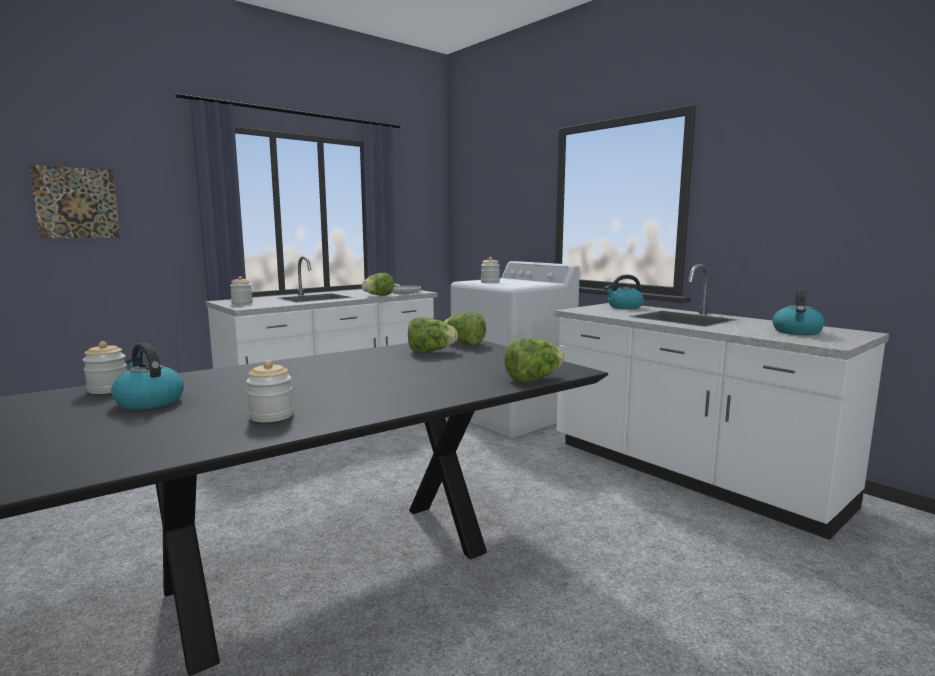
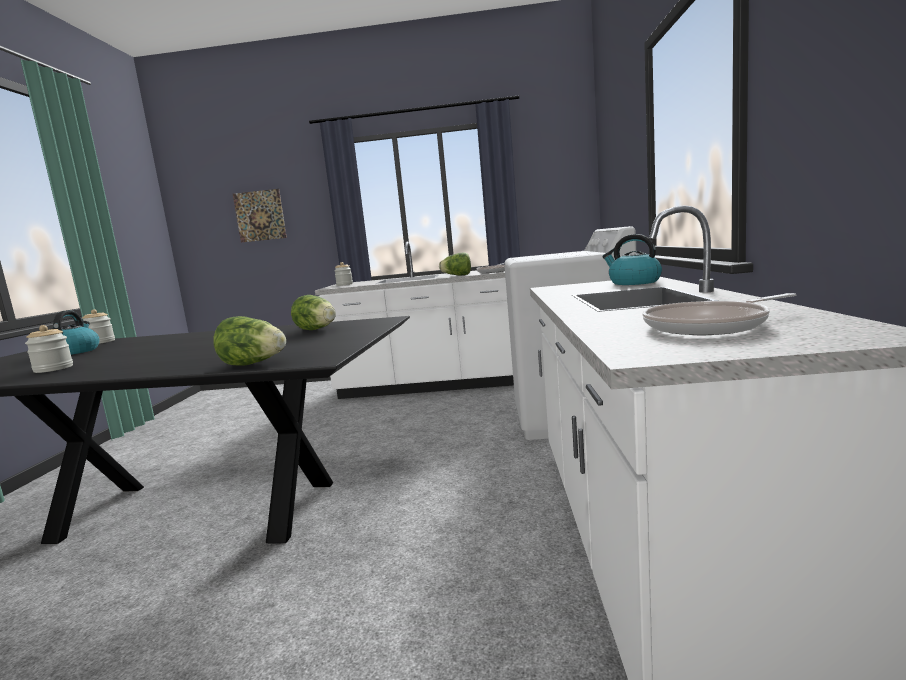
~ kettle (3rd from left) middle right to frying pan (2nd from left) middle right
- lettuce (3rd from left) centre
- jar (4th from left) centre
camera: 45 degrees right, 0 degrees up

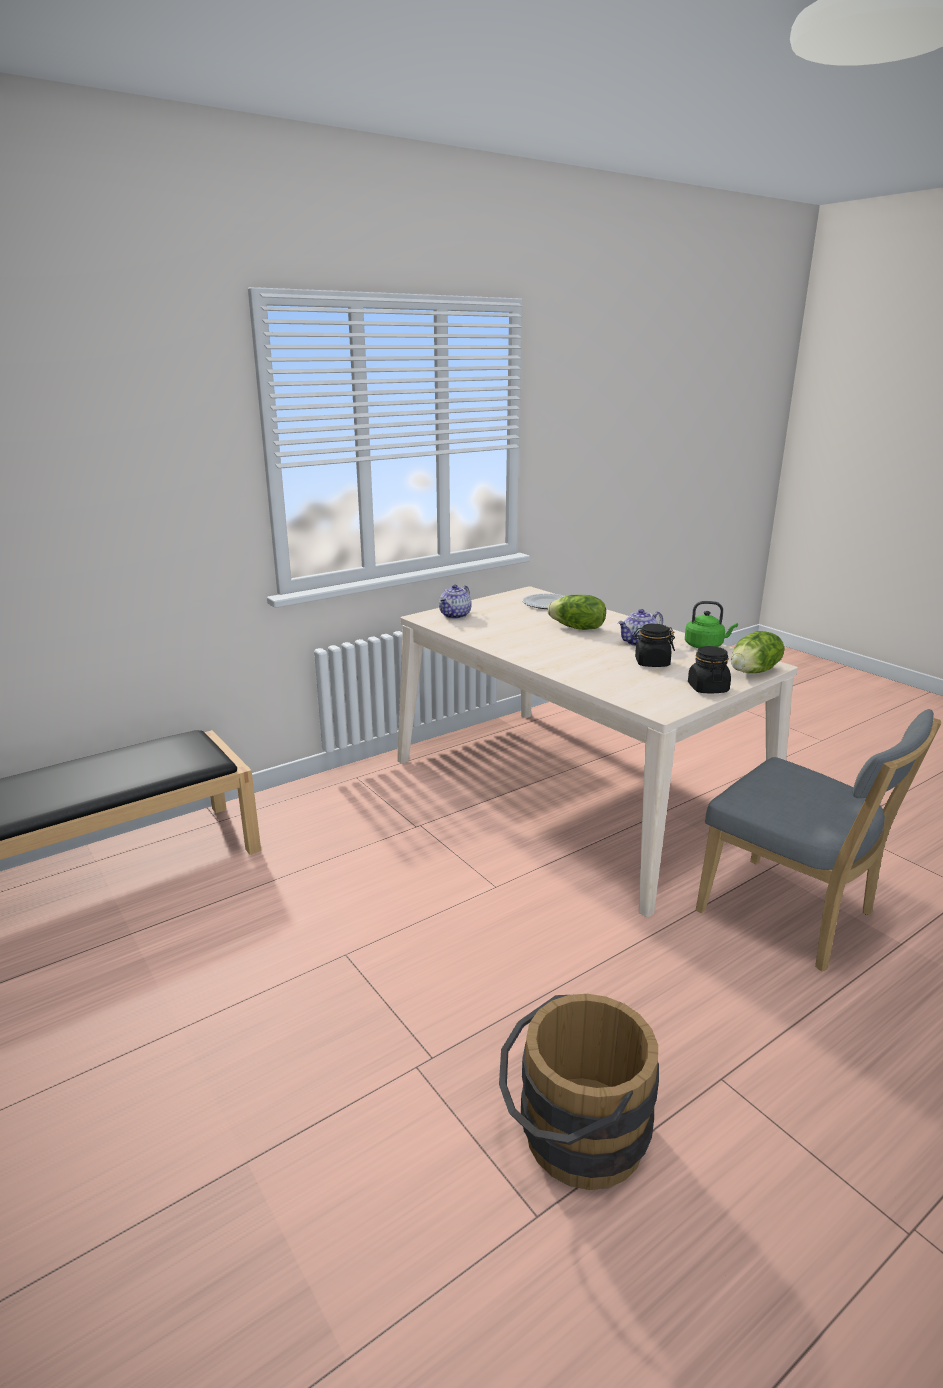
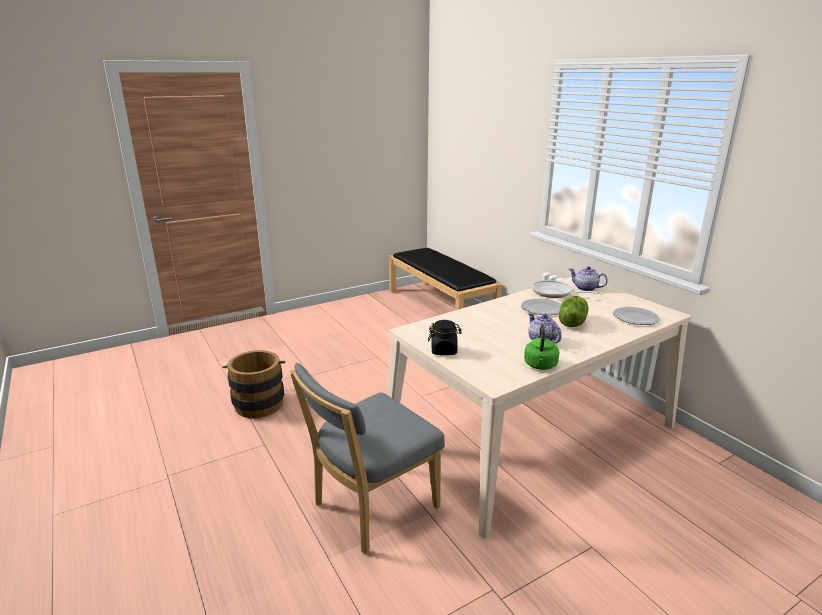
+ plate (1st from left) centre
+ frying pan middle right
- black jar (1st from left) middle right
- lettuce (2nd from left) middle right
camera: 95 degrees right, 0 degrees up

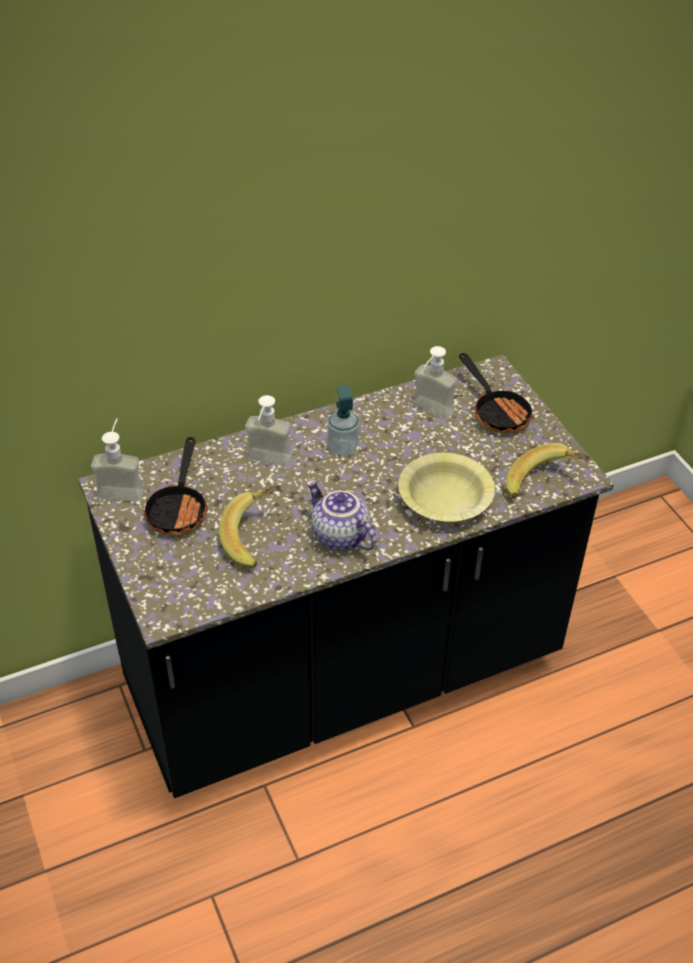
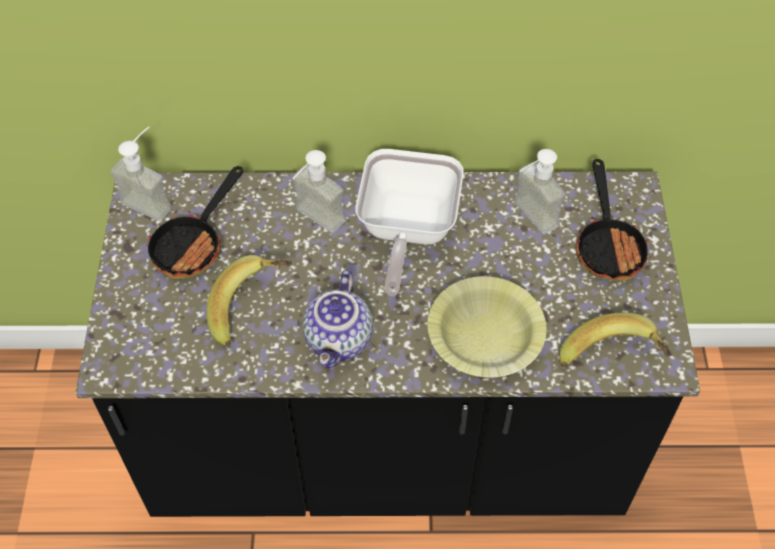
~ teapot centre = centre 150 degrees counterclockwise
~ soap dispenser (3rd from left) centre to frying pan (2nd from left) centre
camera: 25 degrees right, 10 degrees up

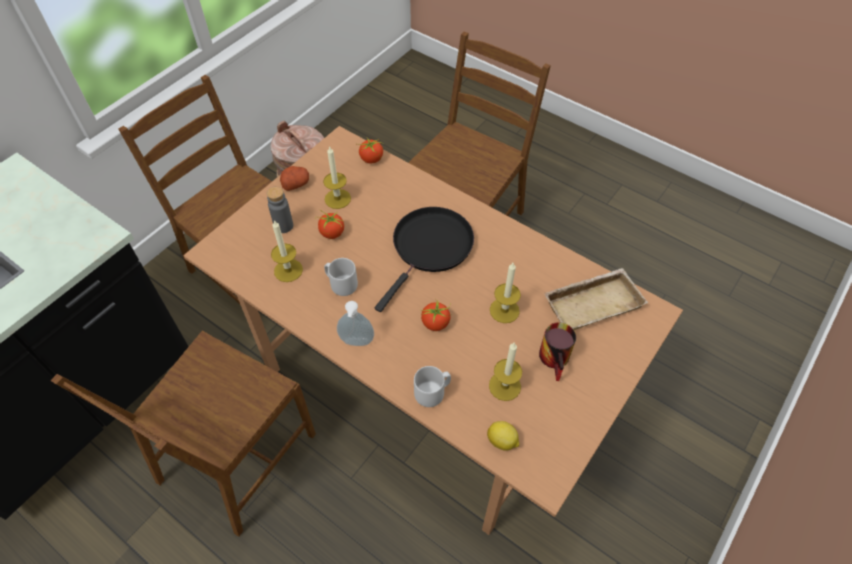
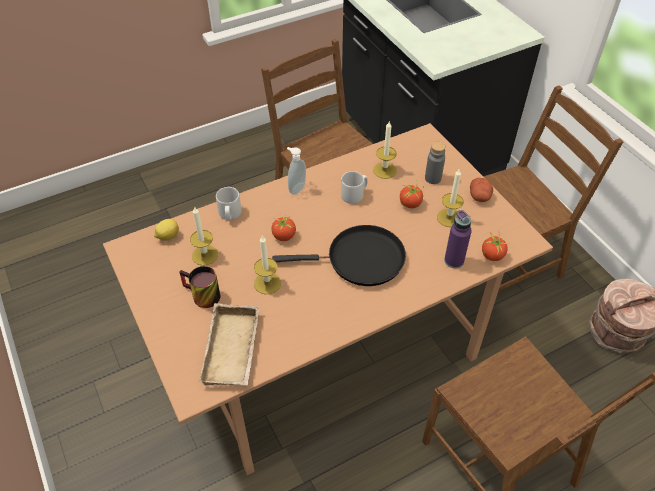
~ black frying pan centre = centre 60 degrees counterclockwise
+ purple bottle middle right
camera: 115 degrees right, 5 degrees down

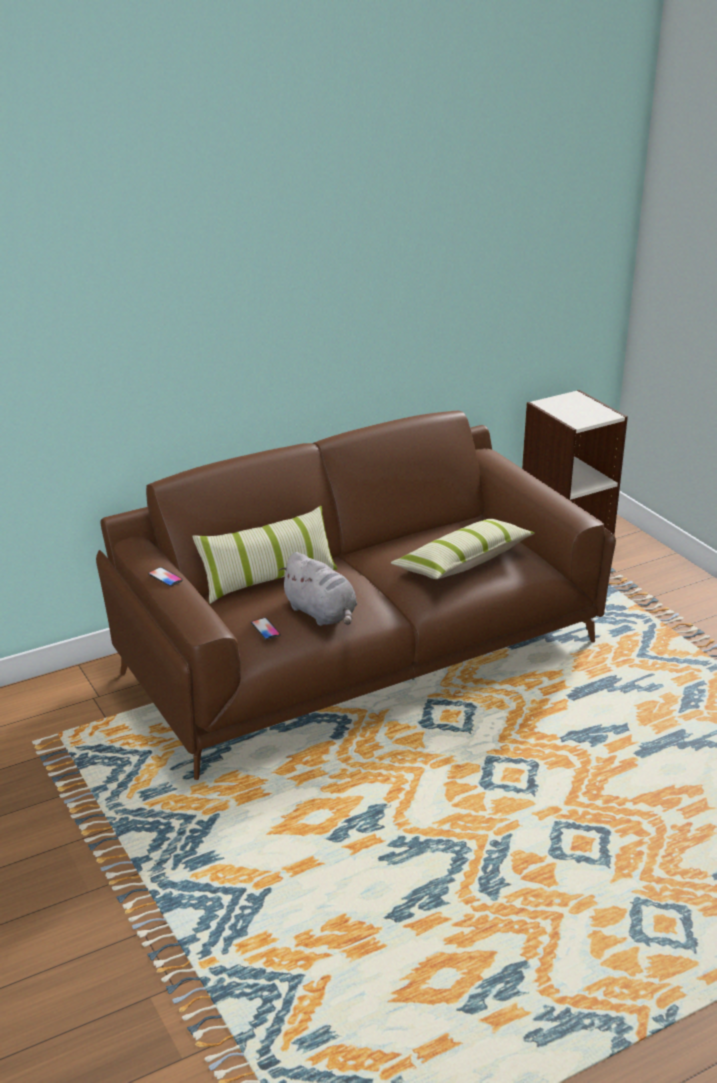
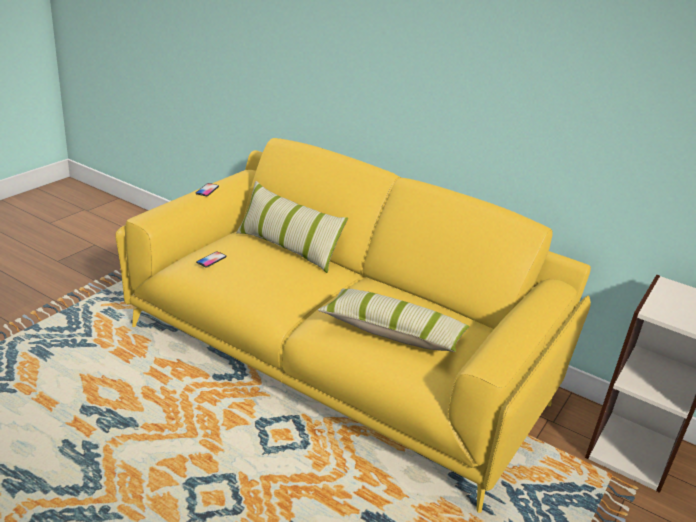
~ brown sofa centre to yellow sofa centre
- grey plush toy centre
camera: 60 degrees right, 0 degrees up

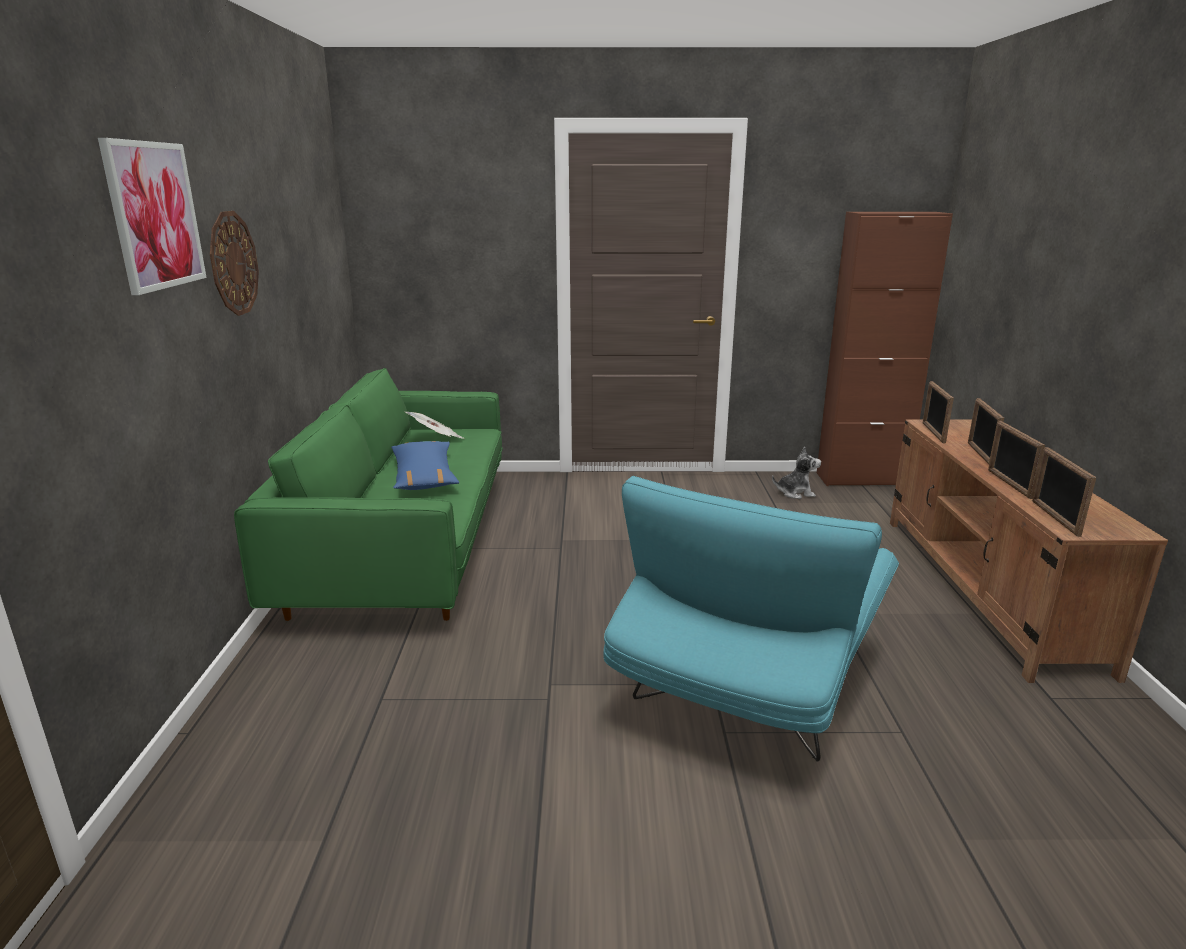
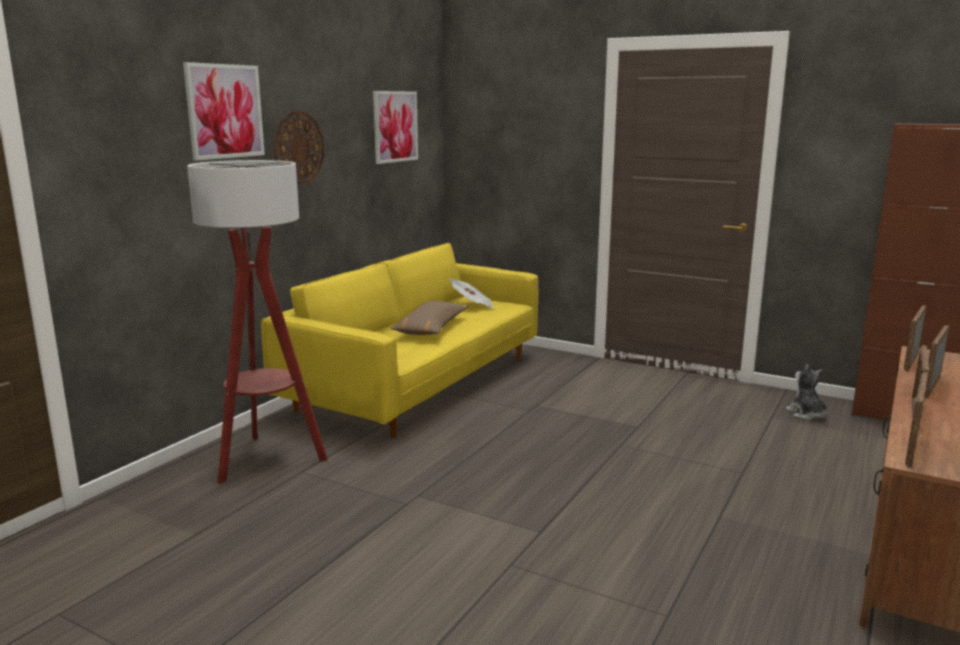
+ floor lamp middle left
~ green sofa middle left to yellow sofa centre
+ picture (2nd from left) top centre
~ blue pillow centre to brown pillow centre
~ plush toy middle right = middle right 135 degrees counterclockwise
- turquoise armchair centre
camera: 30 degrees right, 5 degrees down

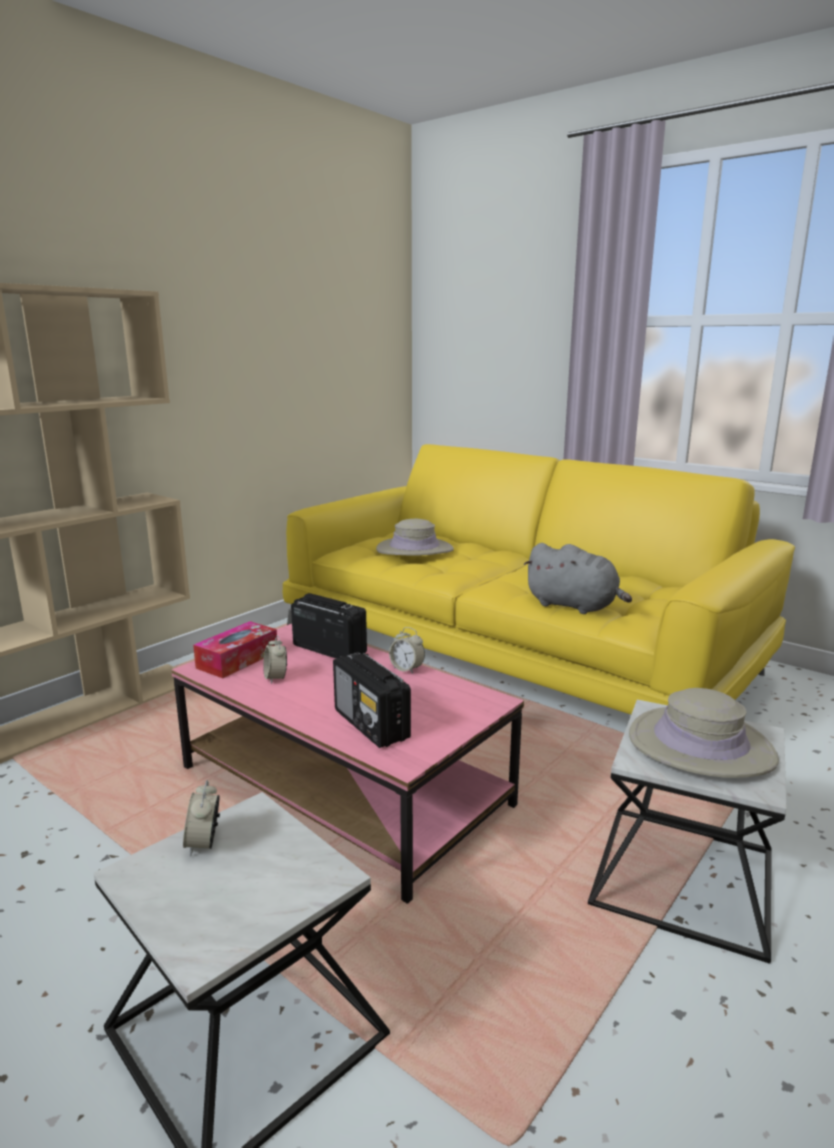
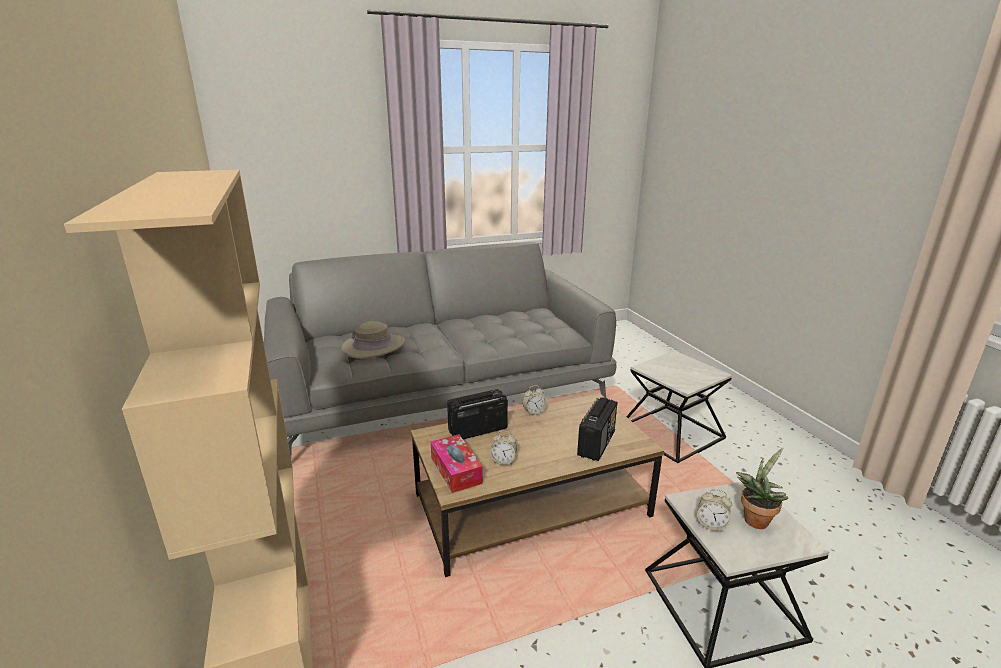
~ yellow sofa centre to grey sofa centre
~ pink coffee table centre to brown coffee table bottom centre
~ radio (2nd from left) centre = centre 60 degrees counterclockwise
+ potted plant bottom right
- grey plush toy middle right
- beige hat (2nd from left) middle right
camera: 60 degrees left, 5 degrees up

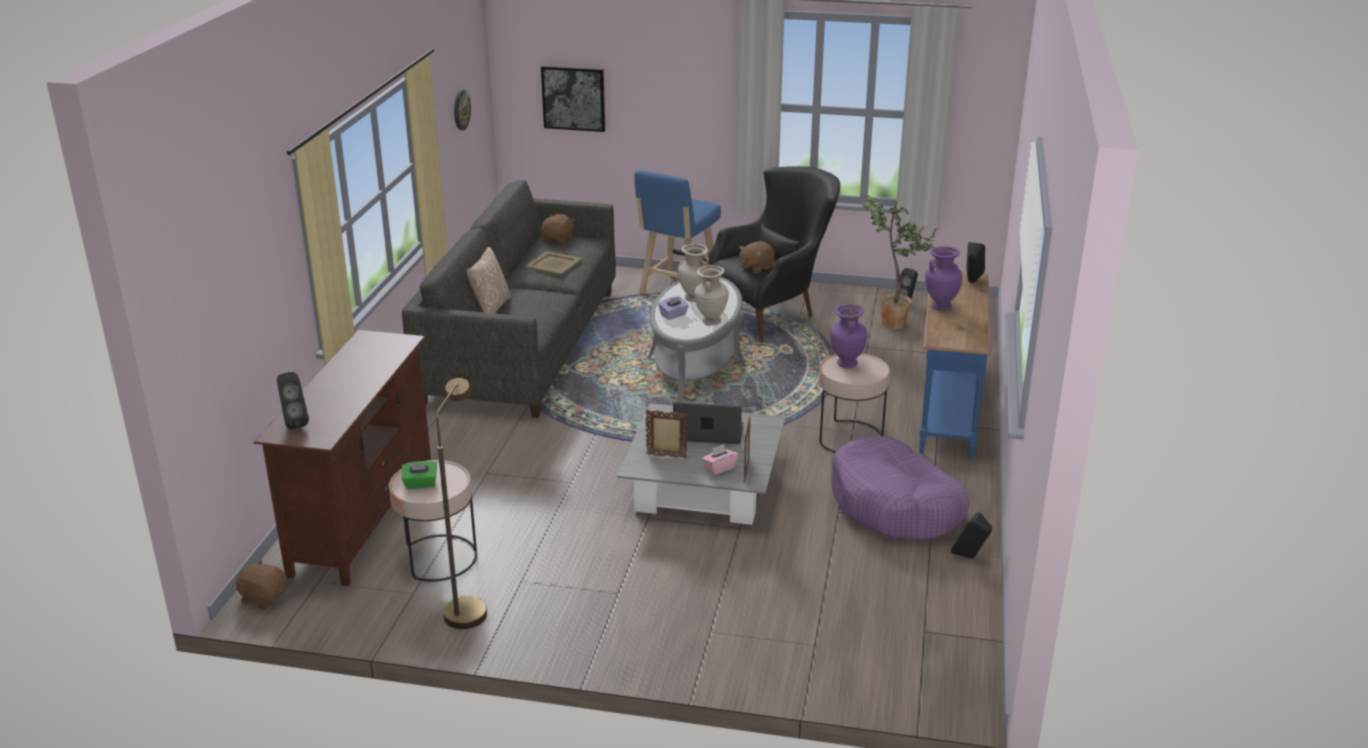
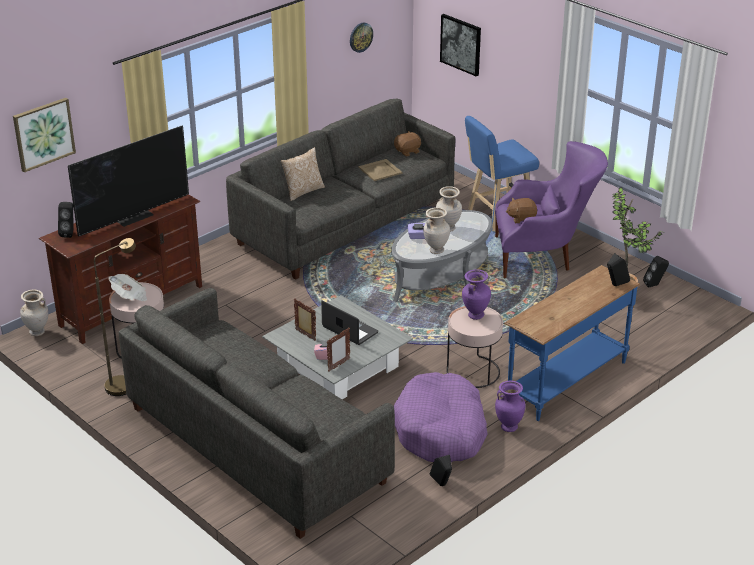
+ picture (1st from left) top left
~ brown plush toy (1st from left) bottom left to beige vase (1st from left) middle left
+ television top left
~ green tissue box middle left to newspaper middle left
+ grey sofa (1st from left) bottom centre
~ black armchair centre to purple armchair middle right
~ purple vase (2nd from left) middle right to bottom right
camera: 35 degrees right, 5 degrees up

